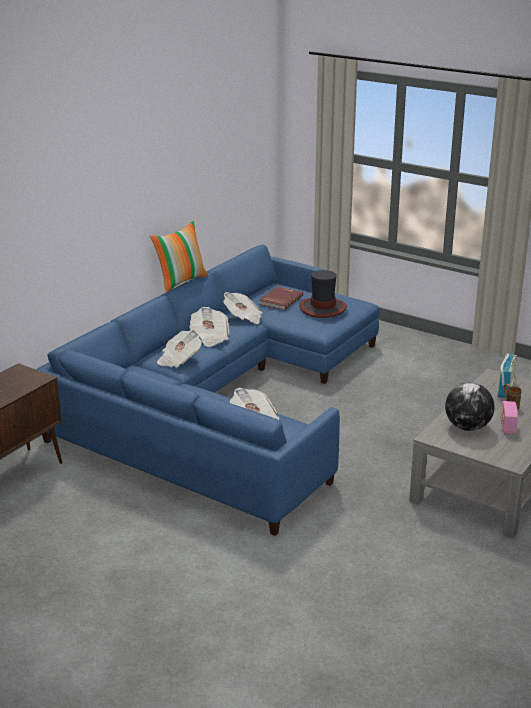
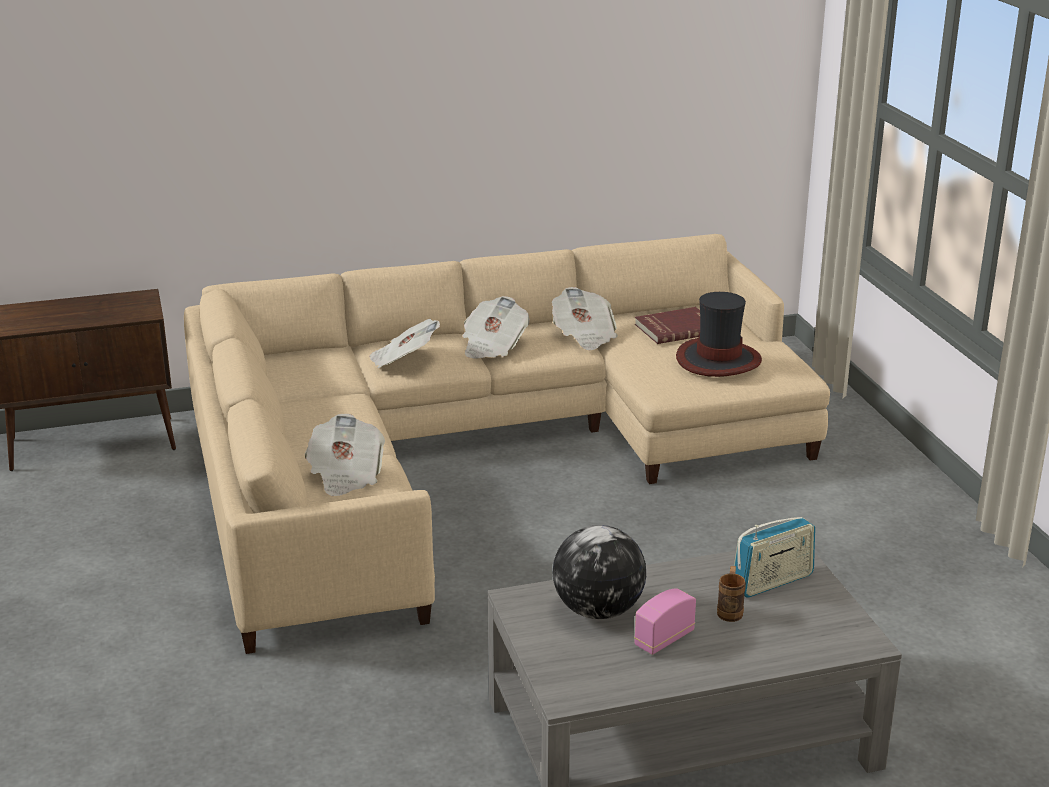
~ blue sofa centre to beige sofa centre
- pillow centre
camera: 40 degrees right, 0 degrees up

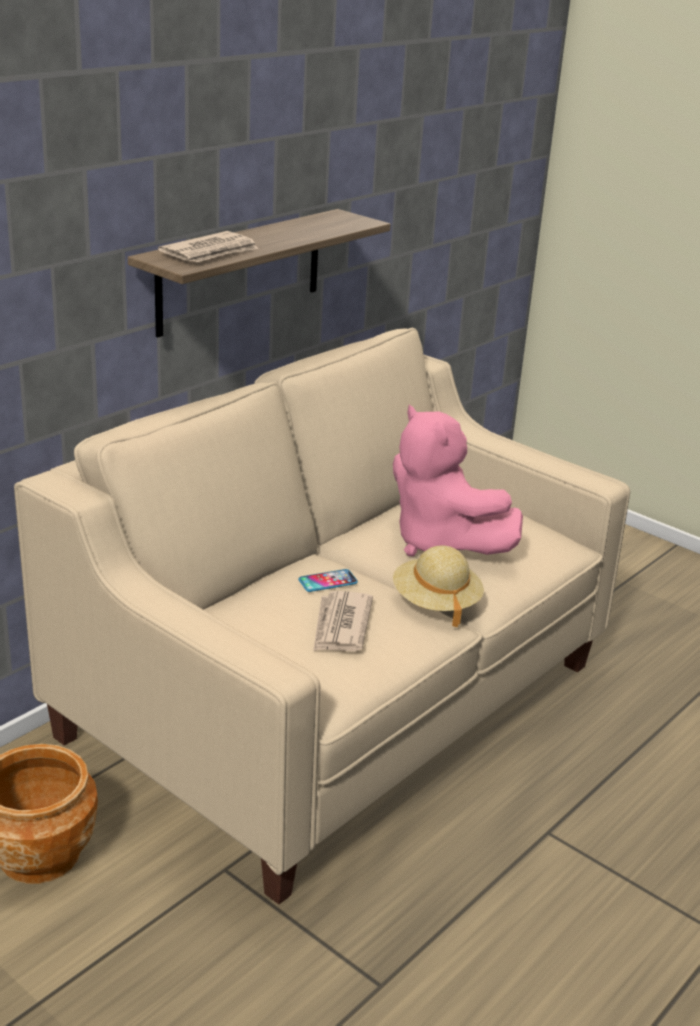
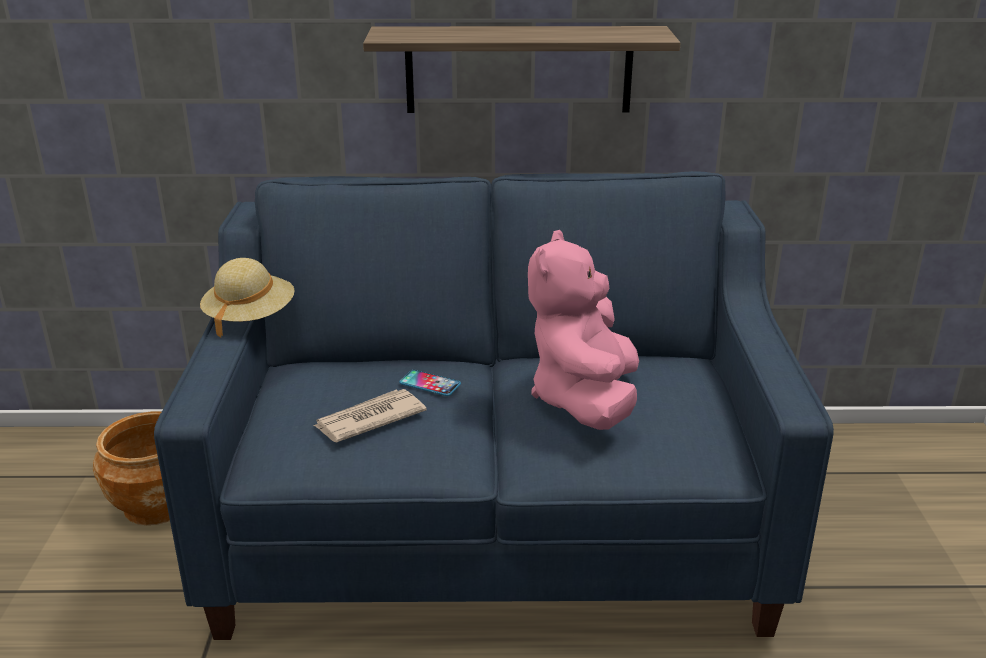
~ beige sofa centre to blue sofa centre
~ beige hat centre to middle left
- newspaper (1st from left) top left
camera: 50 degrees right, 0 degrees up

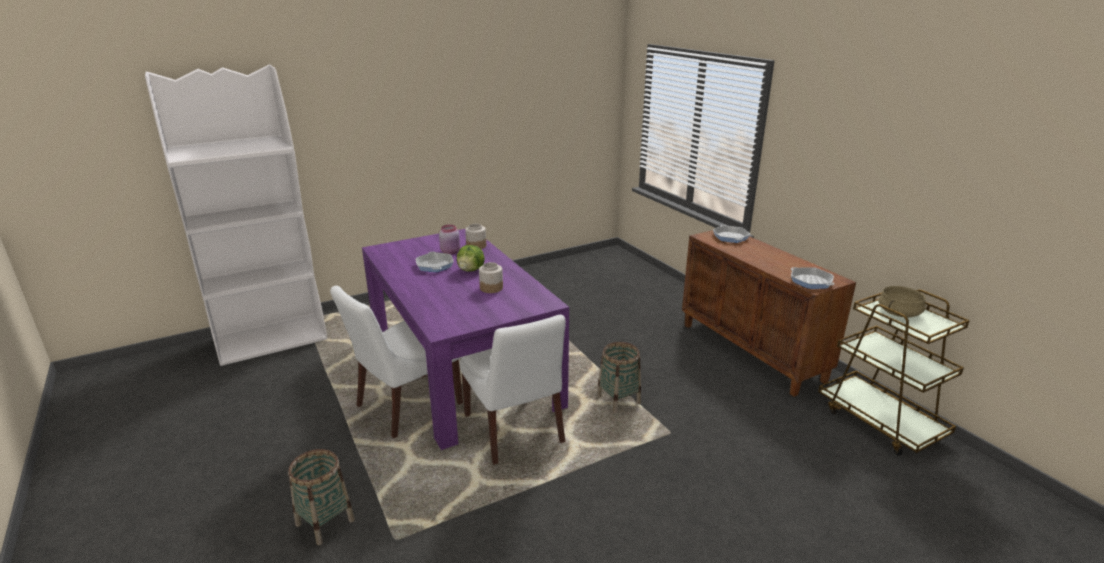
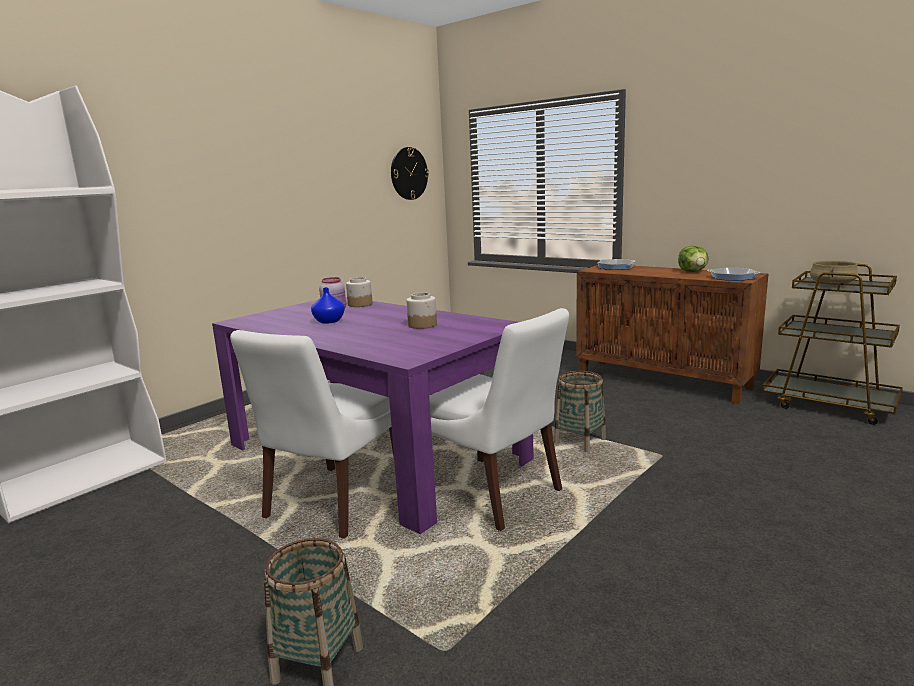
~ frying pan (1st from left) centre to blue vase centre
+ wall clock top centre
~ lettuce centre to middle right
camera: 20 degrees left, 10 degrees down

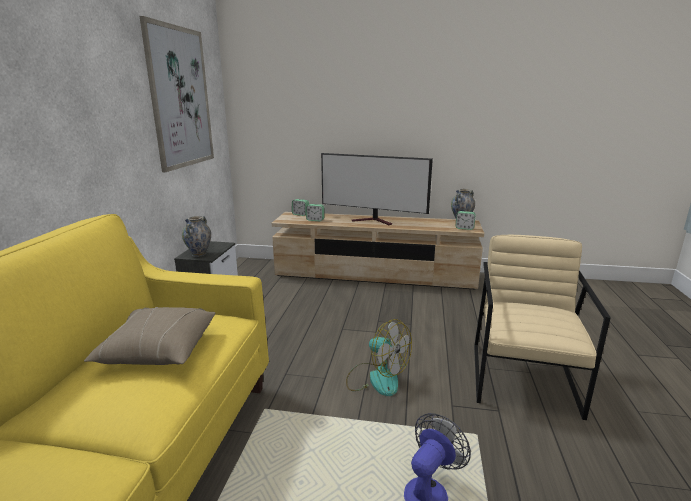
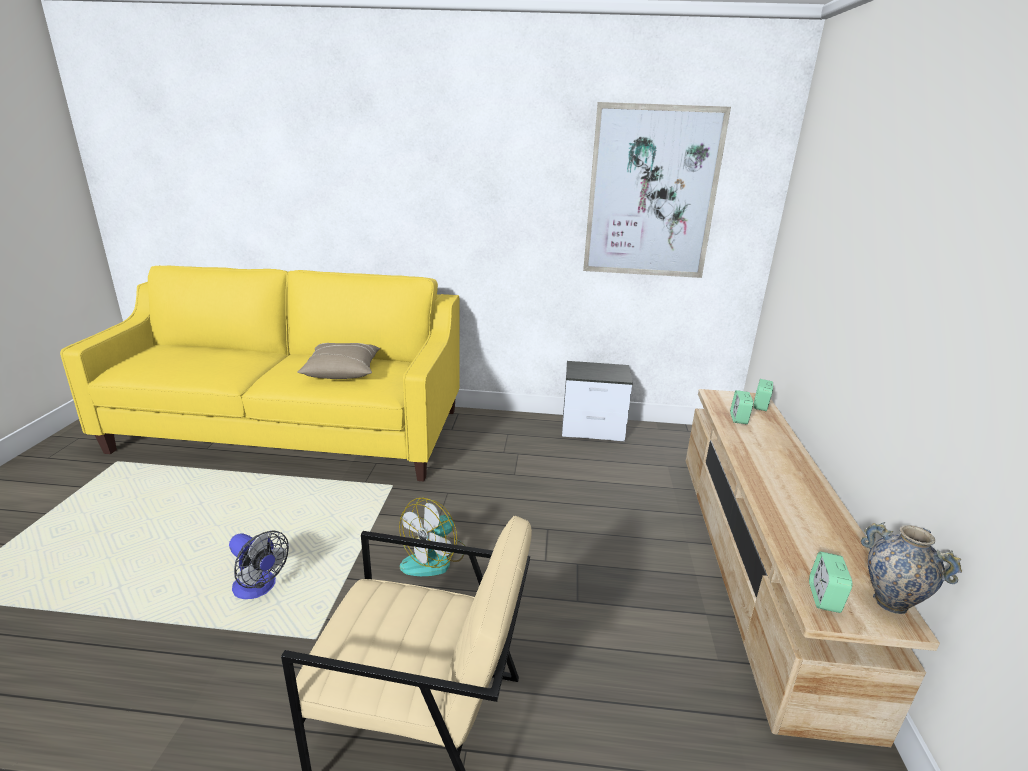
- vase (1st from left) middle left
- television centre
camera: 85 degrees right, 5 degrees up

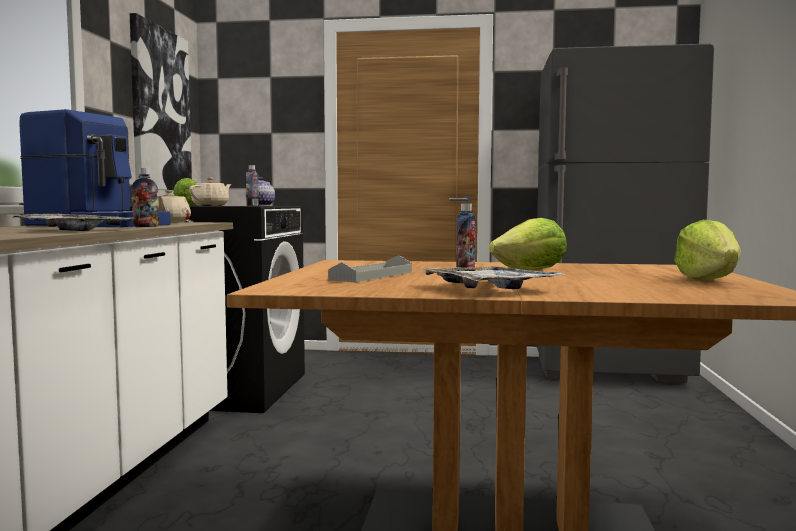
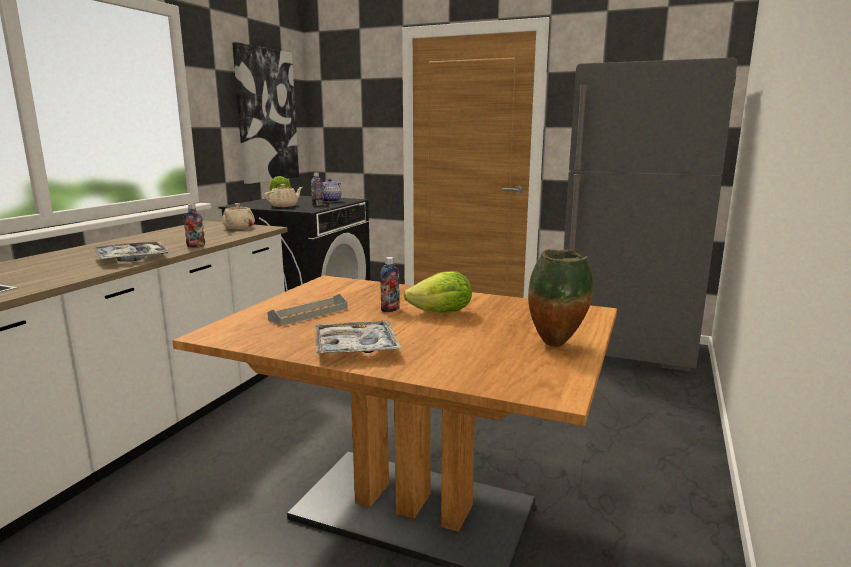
~ lettuce (3rd from left) middle right to vase centre
- coffee machine top left
camera: 15 degrees right, 10 degrees up

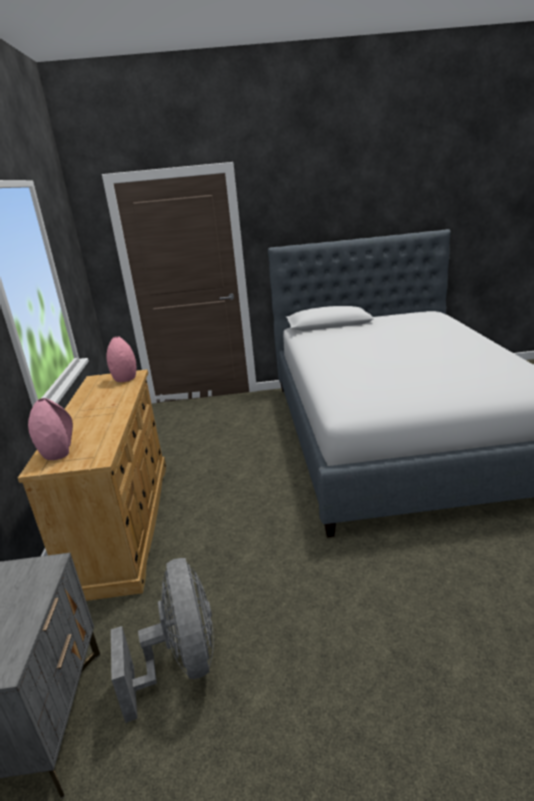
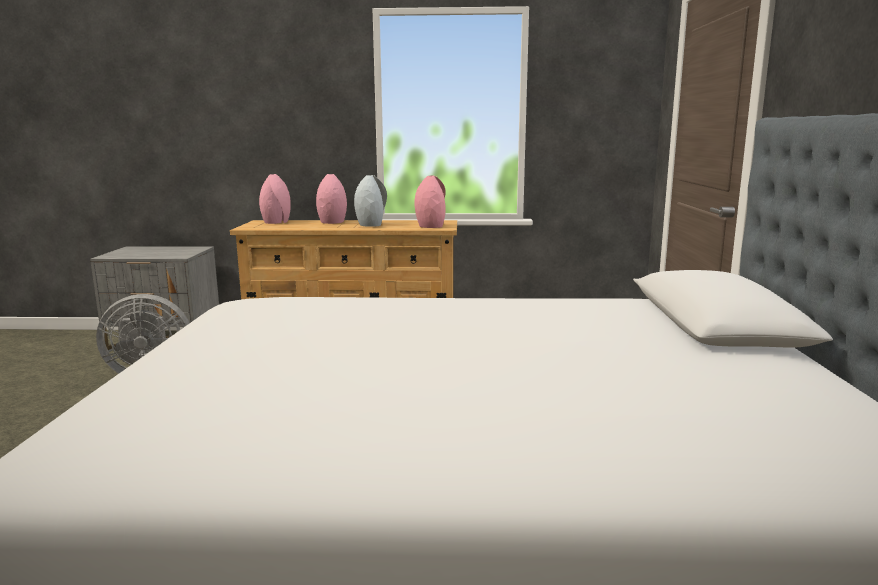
+ pink vase (2nd from left) centre
+ grey vase centre
camera: 95 degrees right, 10 degrees down

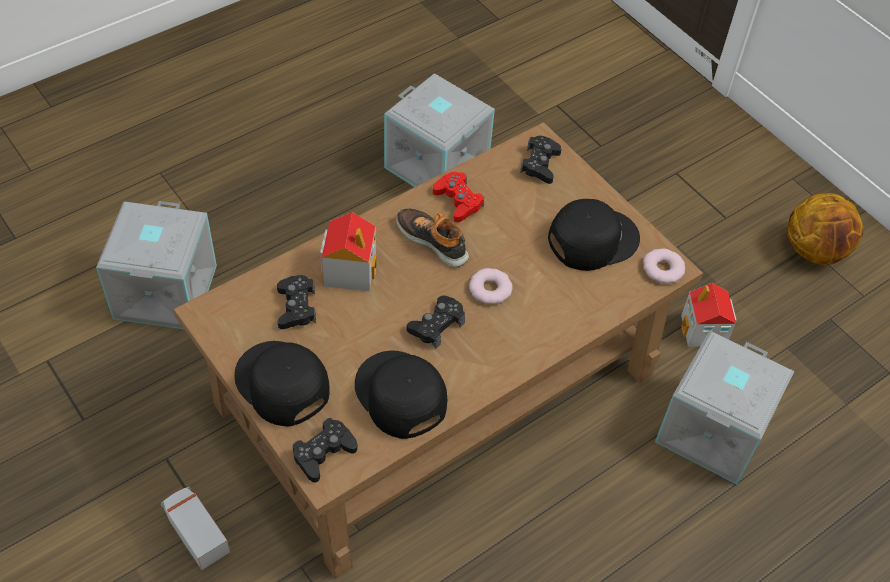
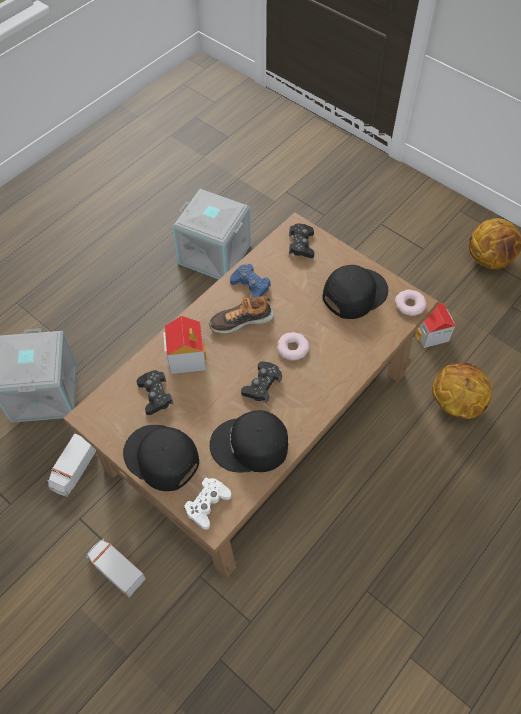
+ toy truck (1st from left) middle left
~ black game controller (2nd from left) bottom centre to white game controller bottom centre
~ shoe centre = centre 45 degrees counterclockwise
~ black cap (2nd from left) bottom centre = centre 45 degrees counterclockwise
~ red game controller centre to blue game controller centre
~ grey storage box (3rd from left) bottom right to basketball (1st from left) middle right
camera: 10 degrees left, 5 degrees up

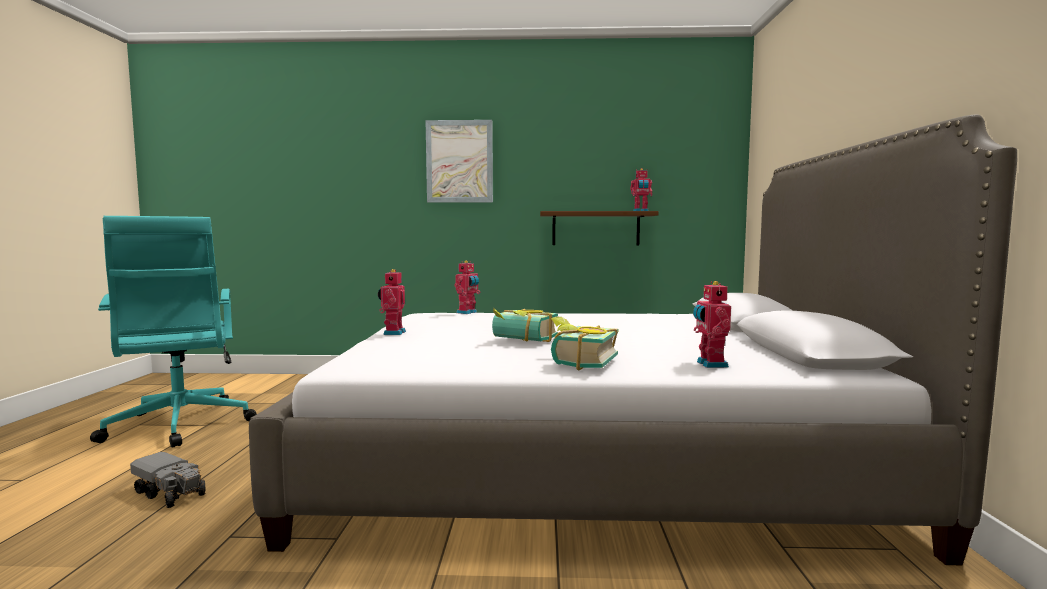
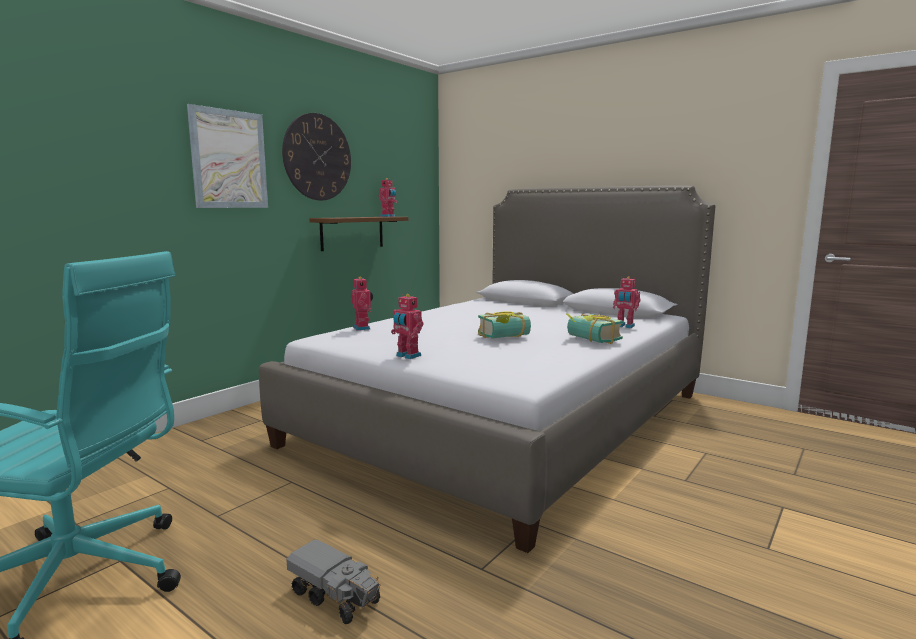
+ wall clock top centre
~ toy truck bottom left = bottom centre 60 degrees clockwise
camera: 55 degrees left, 5 degrees up

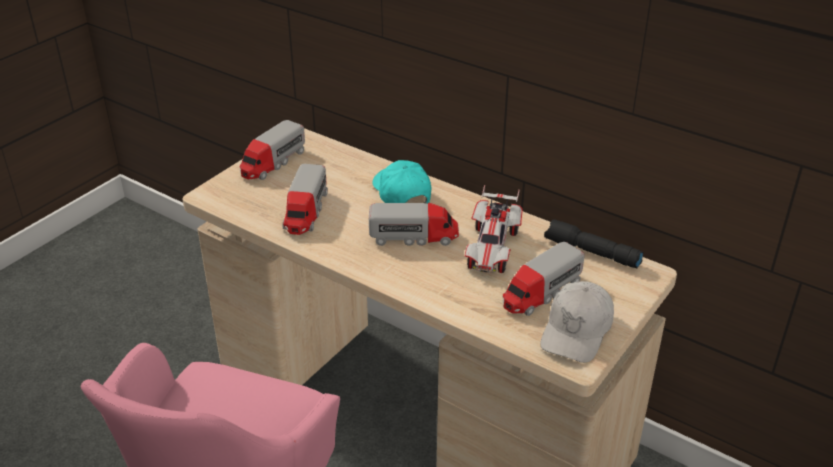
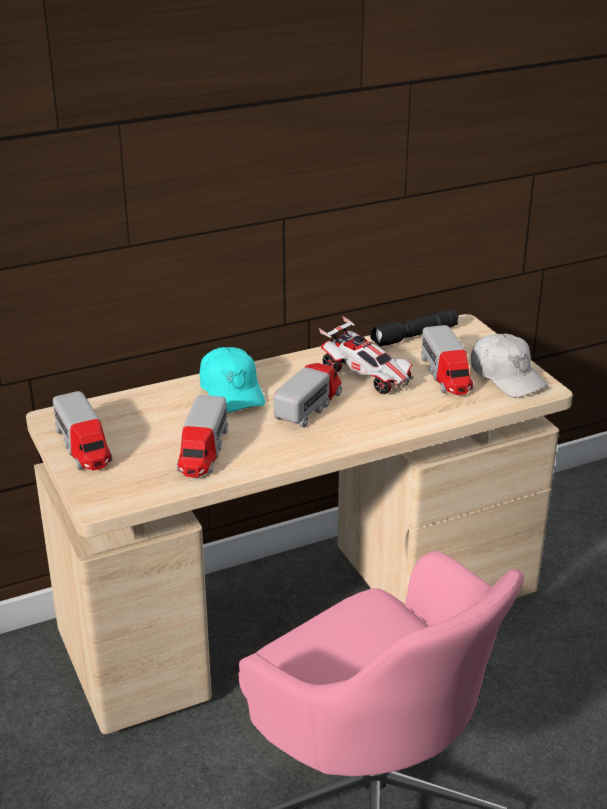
~ toy truck (2nd from left) centre = middle left 60 degrees clockwise
~ turquoise cap centre = centre 120 degrees counterclockwise
camera: 60 degrees left, 5 degrees down

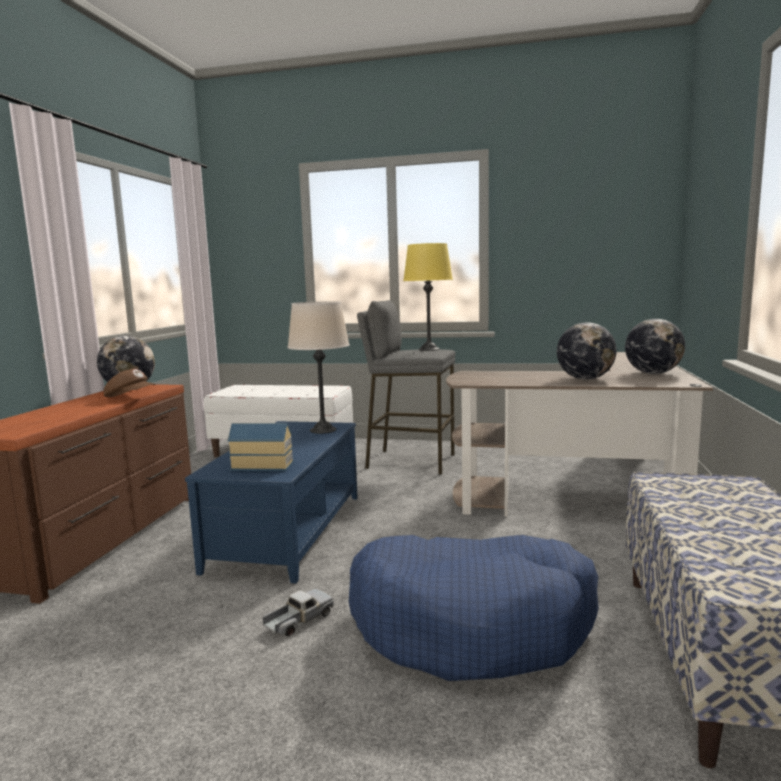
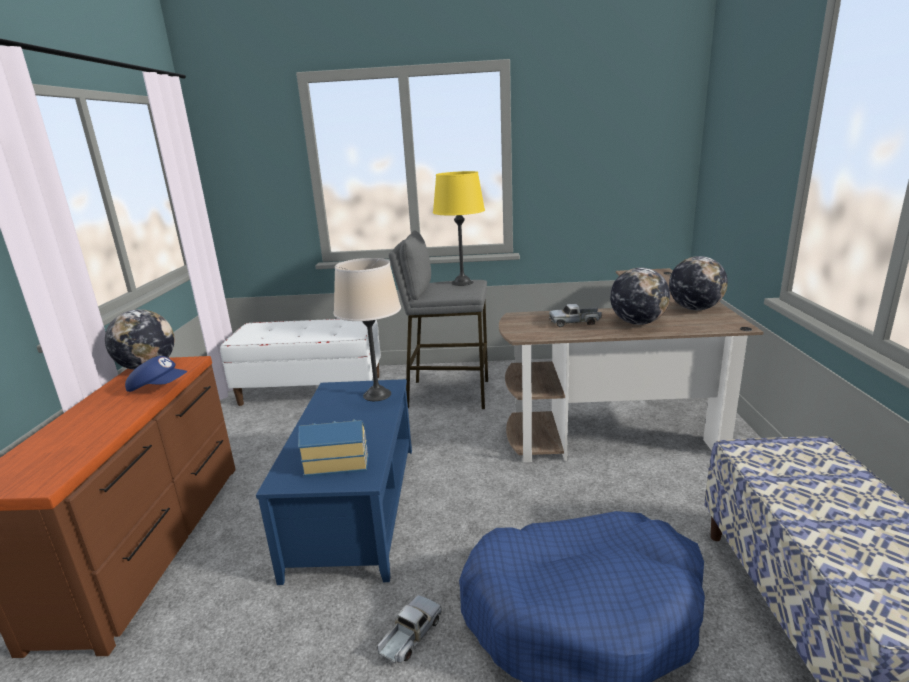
~ brown cap middle left to blue cap middle left
+ toy truck (2nd from left) centre
camera: 10 degrees left, 10 degrees up

